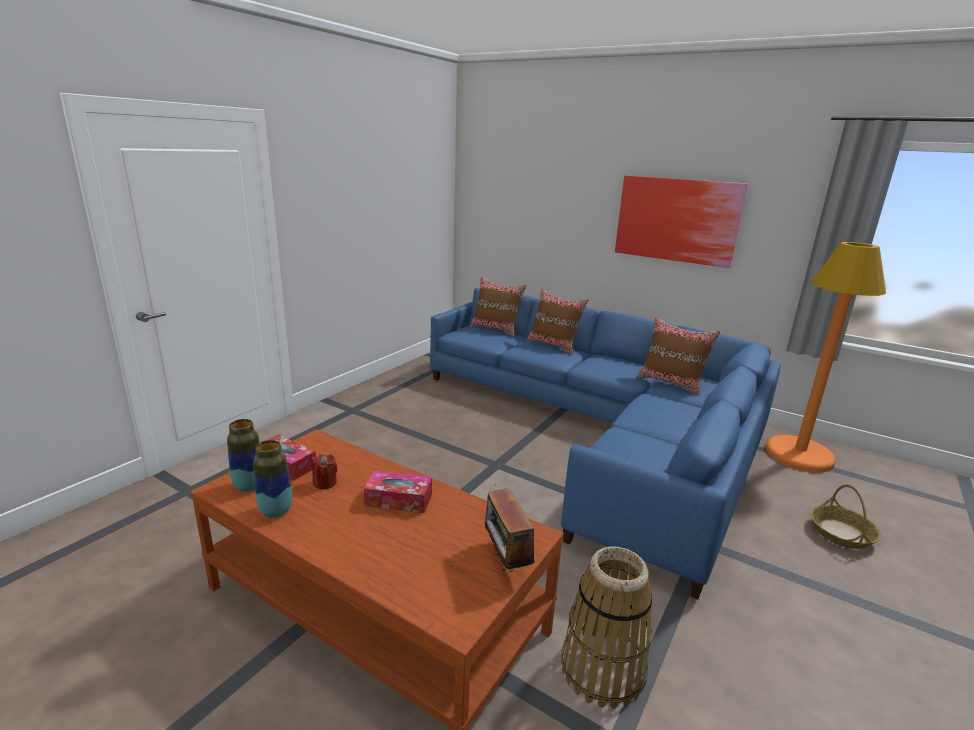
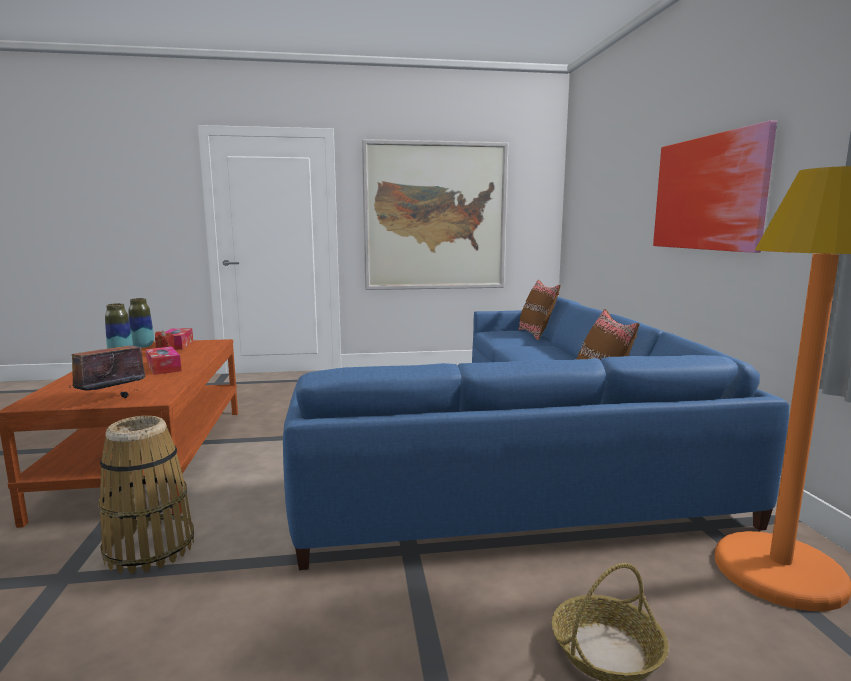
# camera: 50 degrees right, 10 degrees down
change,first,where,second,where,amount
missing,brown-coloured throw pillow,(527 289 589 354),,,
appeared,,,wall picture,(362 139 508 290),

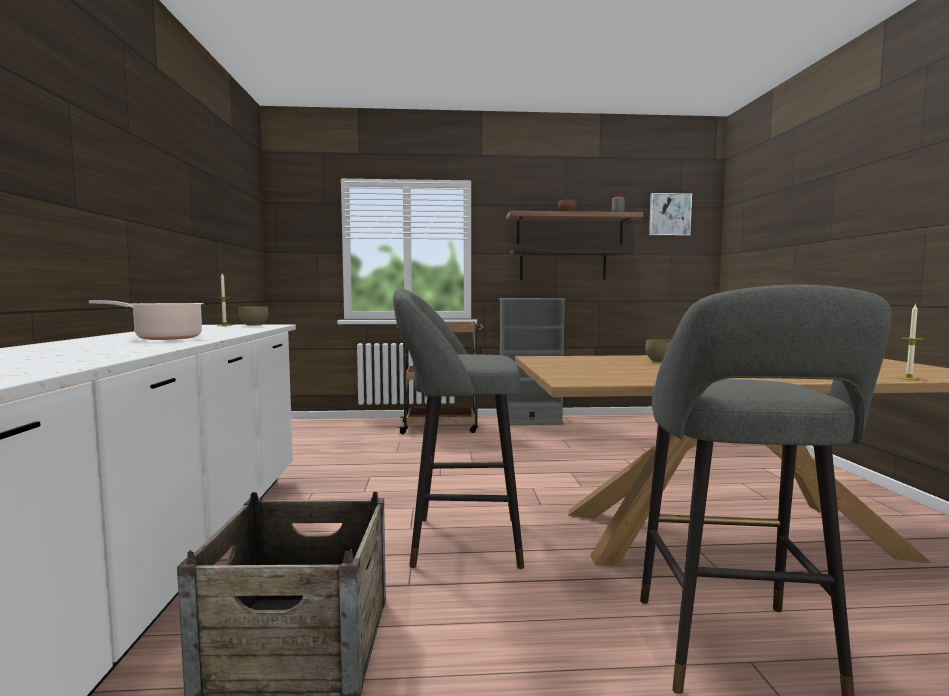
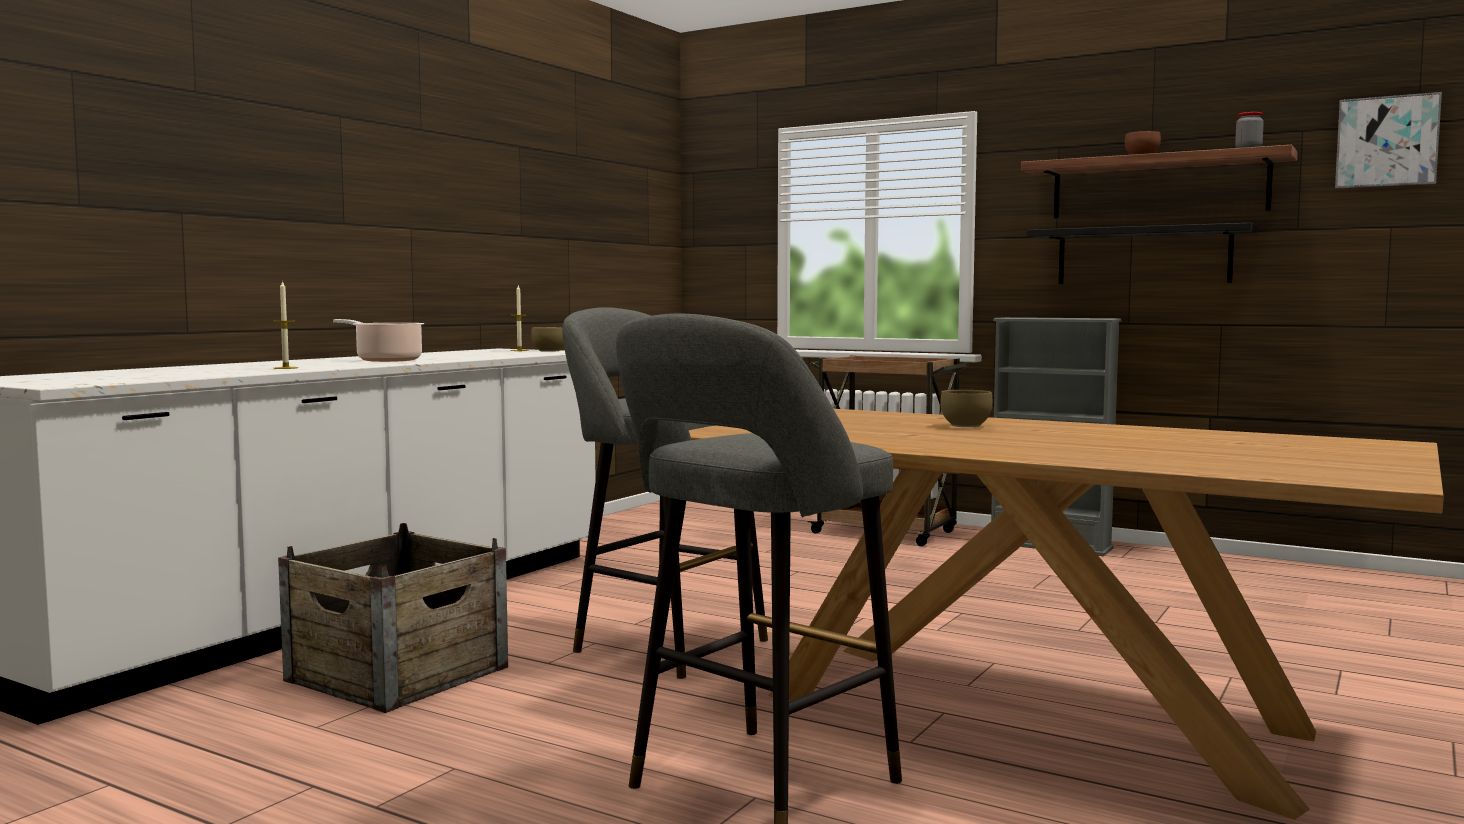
# camera: 35 degrees right, 0 degrees up
change,first,where,second,where,amount
relocated,wax candle,(896 305 923 380),,(273 280 298 369),

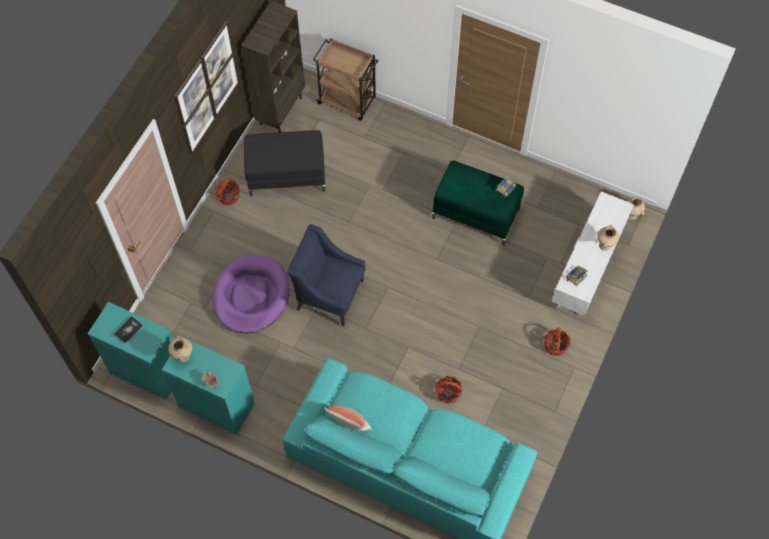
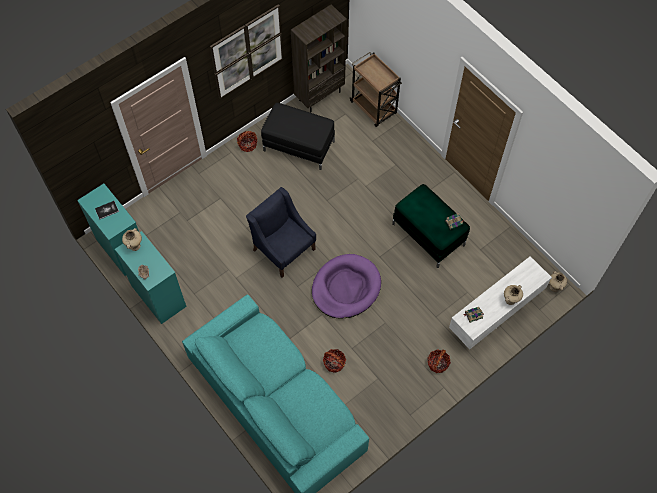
# camera: 25 degrees right, 0 degrees up
change,first,where,second,where,amount
missing,throw pillow,(324 405 371 431),,,
relocated,purple-coloured pet bed,(213 255 290 333),,(312 254 381 319),

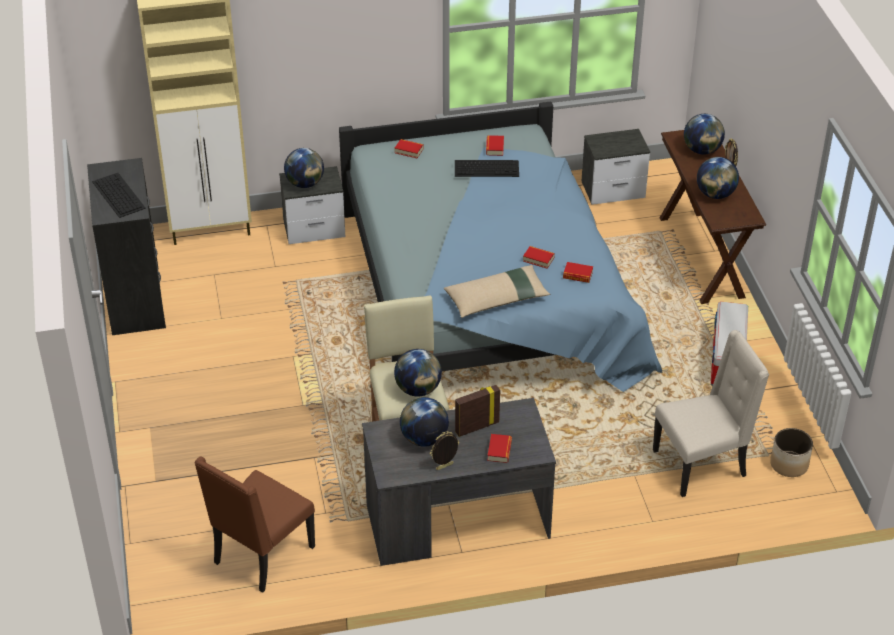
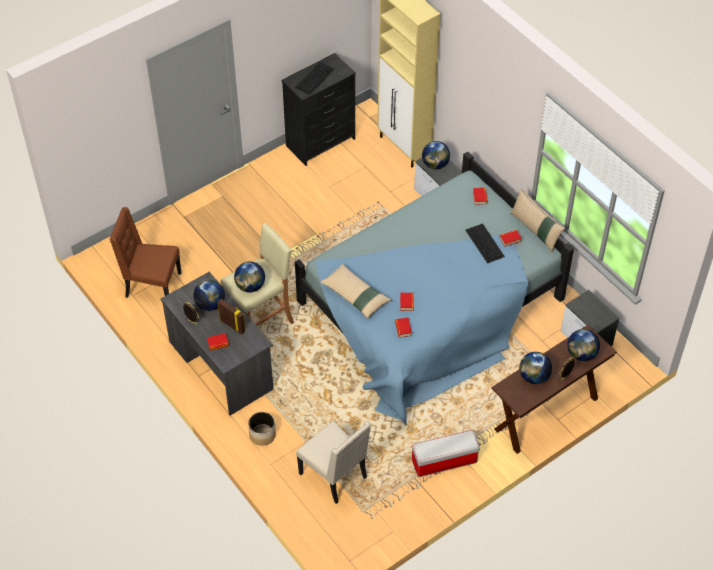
# camera: 65 degrees right, 10 degrees up
change,first,where,second,where,amount
appeared,,,sand-coloured throw pillow,(510 189 565 252),
relocated,plant pot,(770 428 813 477),,(248 412 276 446),

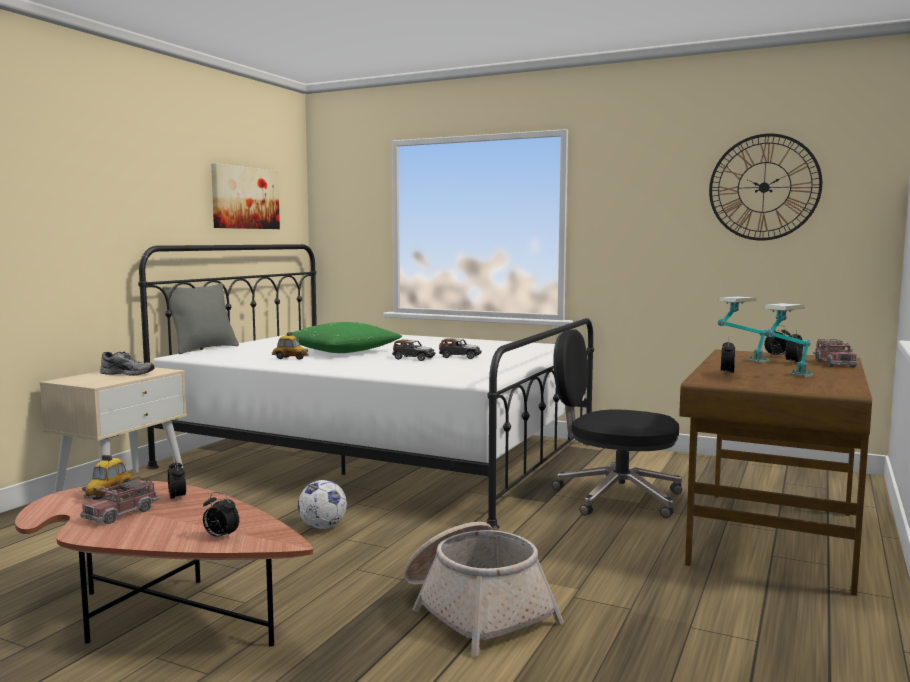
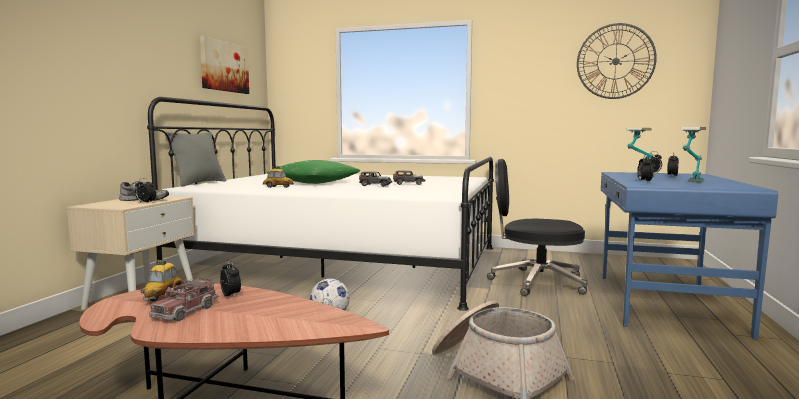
# camera: 10 degrees left, 0 degrees up
change,first,where,second,where,amount
missing,toy truck,(813 339 858 367),,,
relocated,table clock,(203 492 239 539),,(135 178 156 203),
colour,brown-coloured desk,(679 349 872 596),blue-coloured desk,(601 172 778 340),

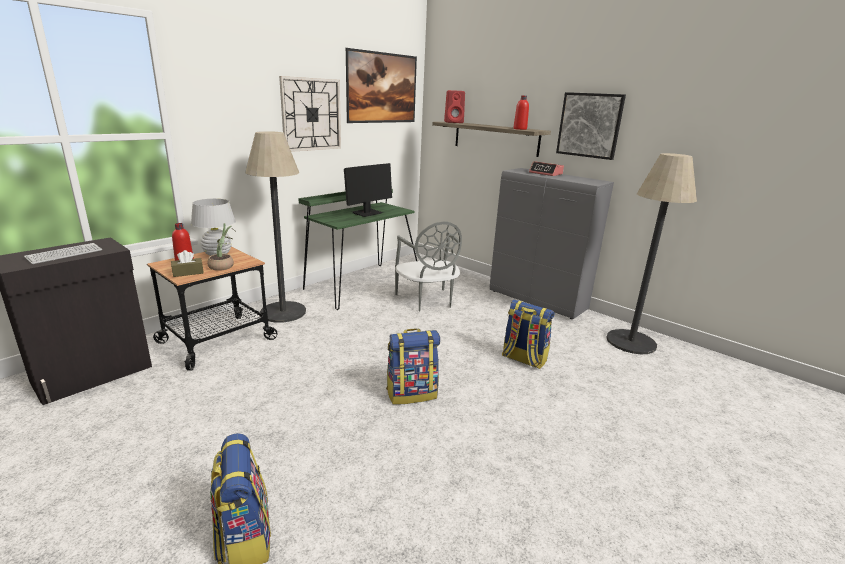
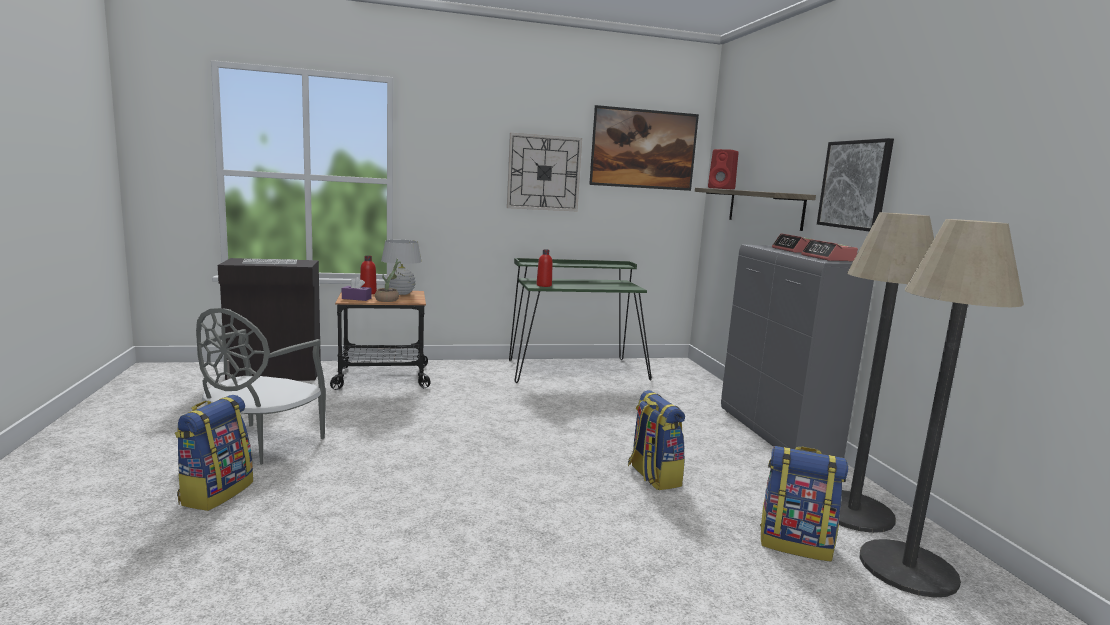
# camera: 35 degrees right, 10 degrees down
change,first,where,second,where,amount
missing,monitor,(344 163 392 217),,,
appeared,,,table clock,(801 239 858 261),
relocated,standing lamp,(245 131 306 323),,(860 219 1024 598),
relocated,knapsack,(386 328 440 405),,(760 446 848 562),
relocated,gray plain chair,(395 221 462 312),,(196 308 326 465),
relocated,reddish beverage bottle,(513 95 529 130),,(537 249 553 287),
colour,brown-coloured tissue holder,(171 250 204 277),purple-coloured tissue holder,(342 277 372 301),

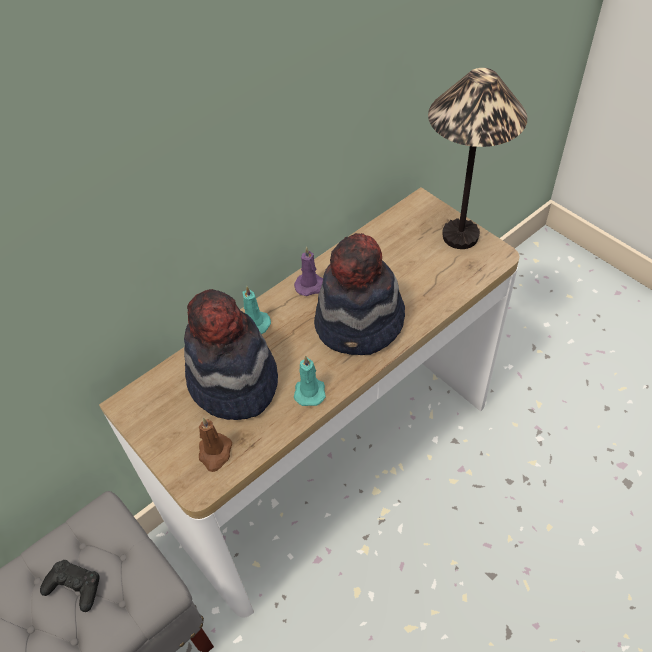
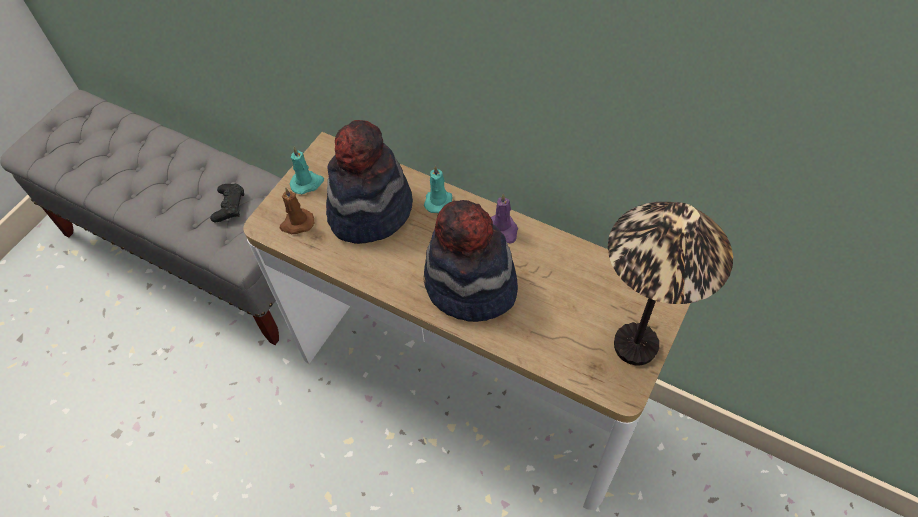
# camera: 70 degrees right, 5 degrees up
change,first,where,second,where,amount
relocated,turquoise-coloured wax candle,(294 356 326 406),,(290 147 324 194),

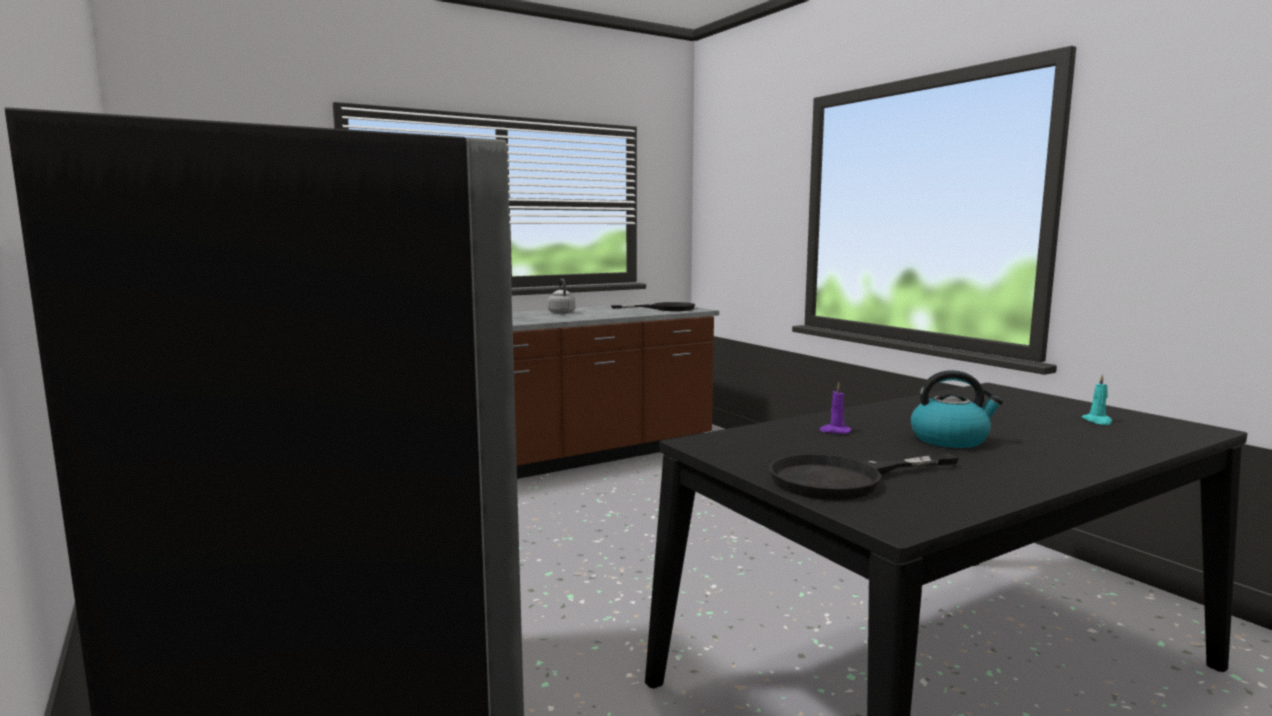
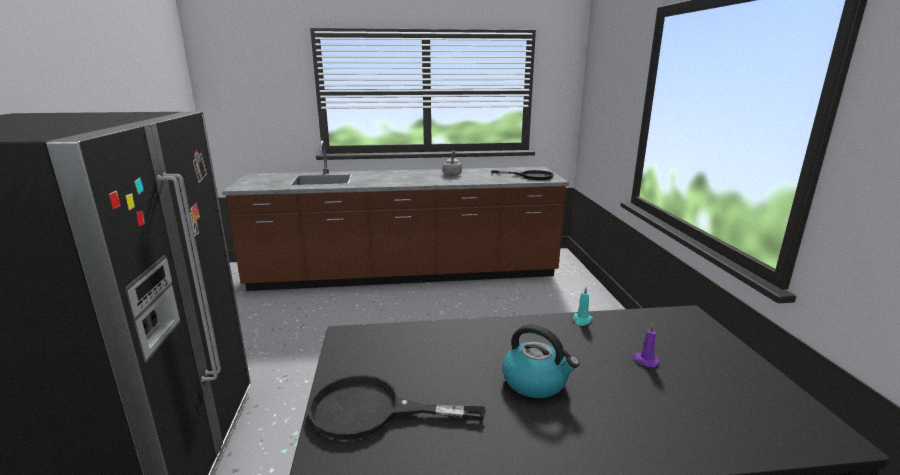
# camera: 25 degrees right, 10 degrees up
change,first,where,second,where,amount
relocated,purple-coloured wax candle,(819 382 851 434),,(632 323 660 367),
relocated,turquoise-coloured wax candle,(1082 374 1112 425),,(573 287 593 326),

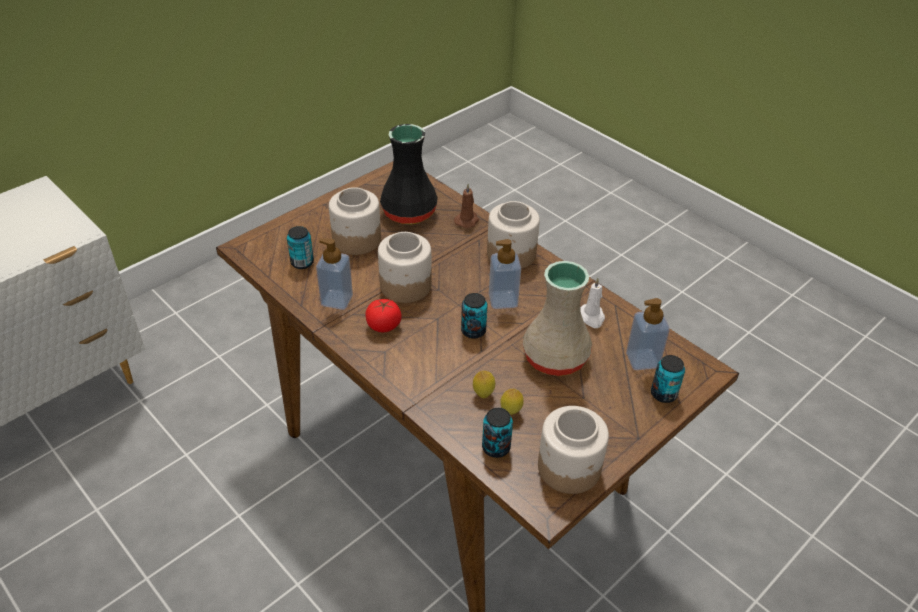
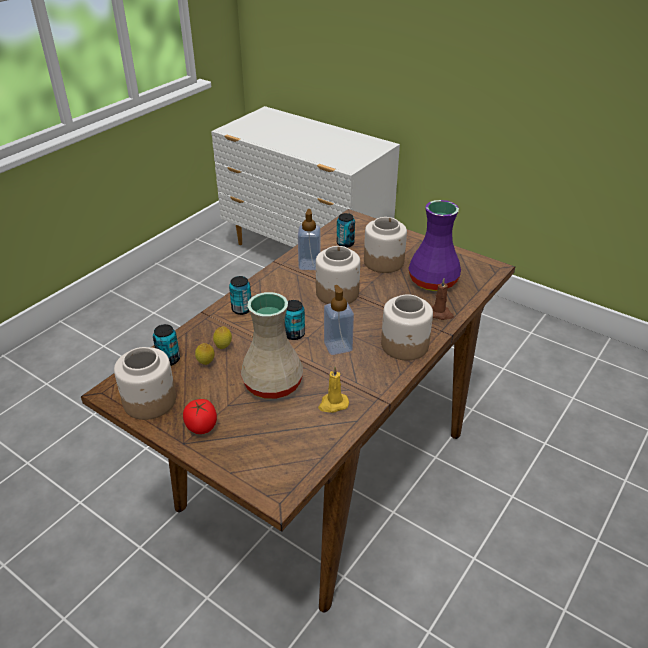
# camera: 80 degrees right, 5 degrees down
change,first,where,second,where,amount
missing,soap dispenser,(626 298 670 370),,,
relocated,whole tomato,(365 299 402 332),,(183 399 217 434),
relocated,sealed can,(651 355 685 403),,(229 276 251 315),
colour,blackish decorative vase,(380 124 438 225),purple-coloured decorative vase,(408 200 461 291),
colour,white-coloured wax candle,(580 278 605 328),yellow-coloured wax candle,(318 366 349 413),

